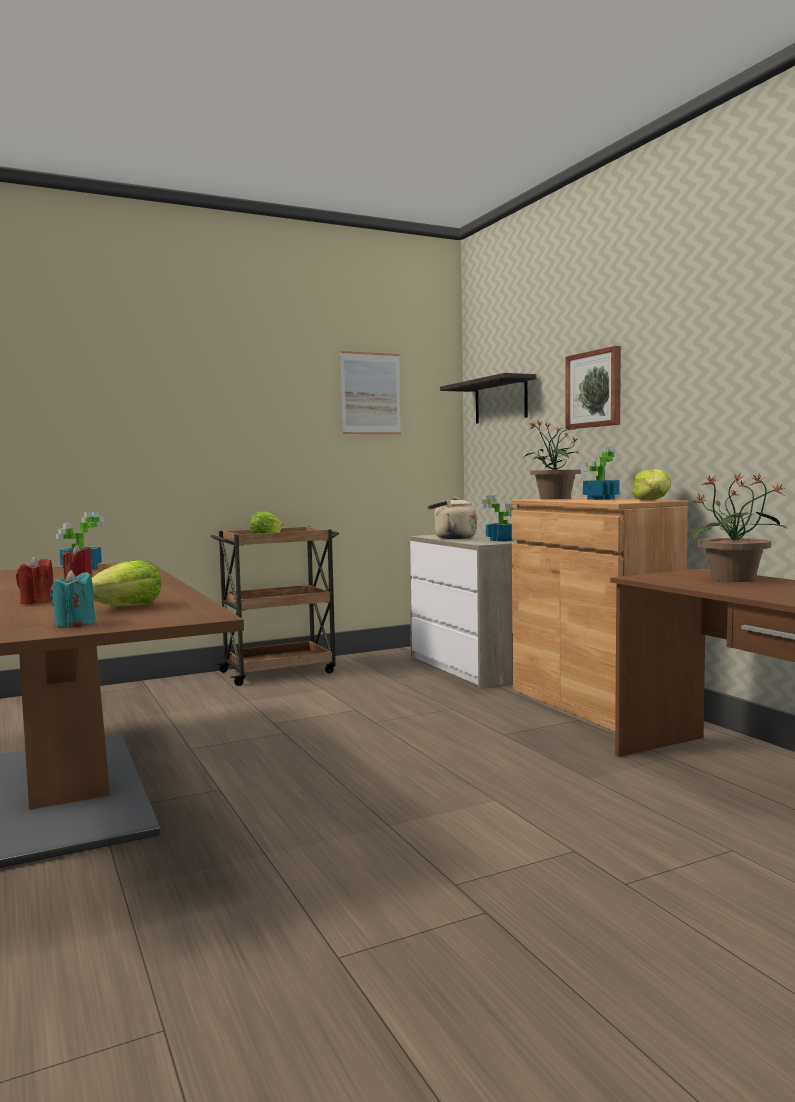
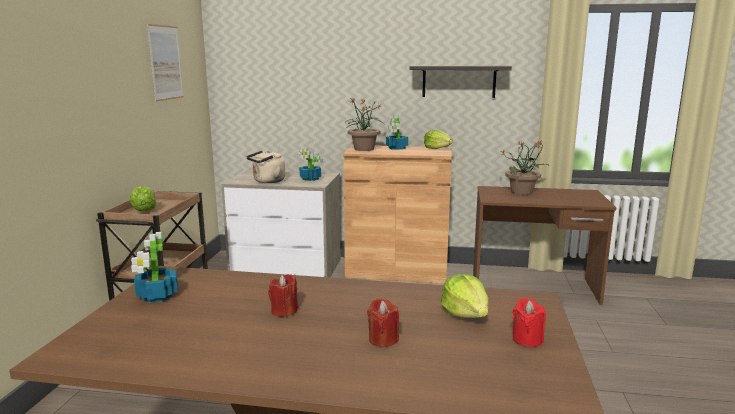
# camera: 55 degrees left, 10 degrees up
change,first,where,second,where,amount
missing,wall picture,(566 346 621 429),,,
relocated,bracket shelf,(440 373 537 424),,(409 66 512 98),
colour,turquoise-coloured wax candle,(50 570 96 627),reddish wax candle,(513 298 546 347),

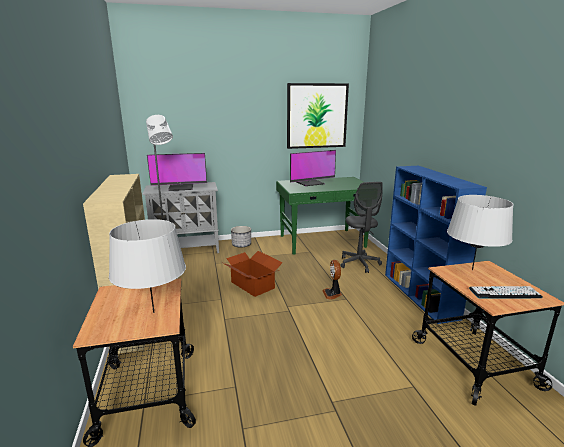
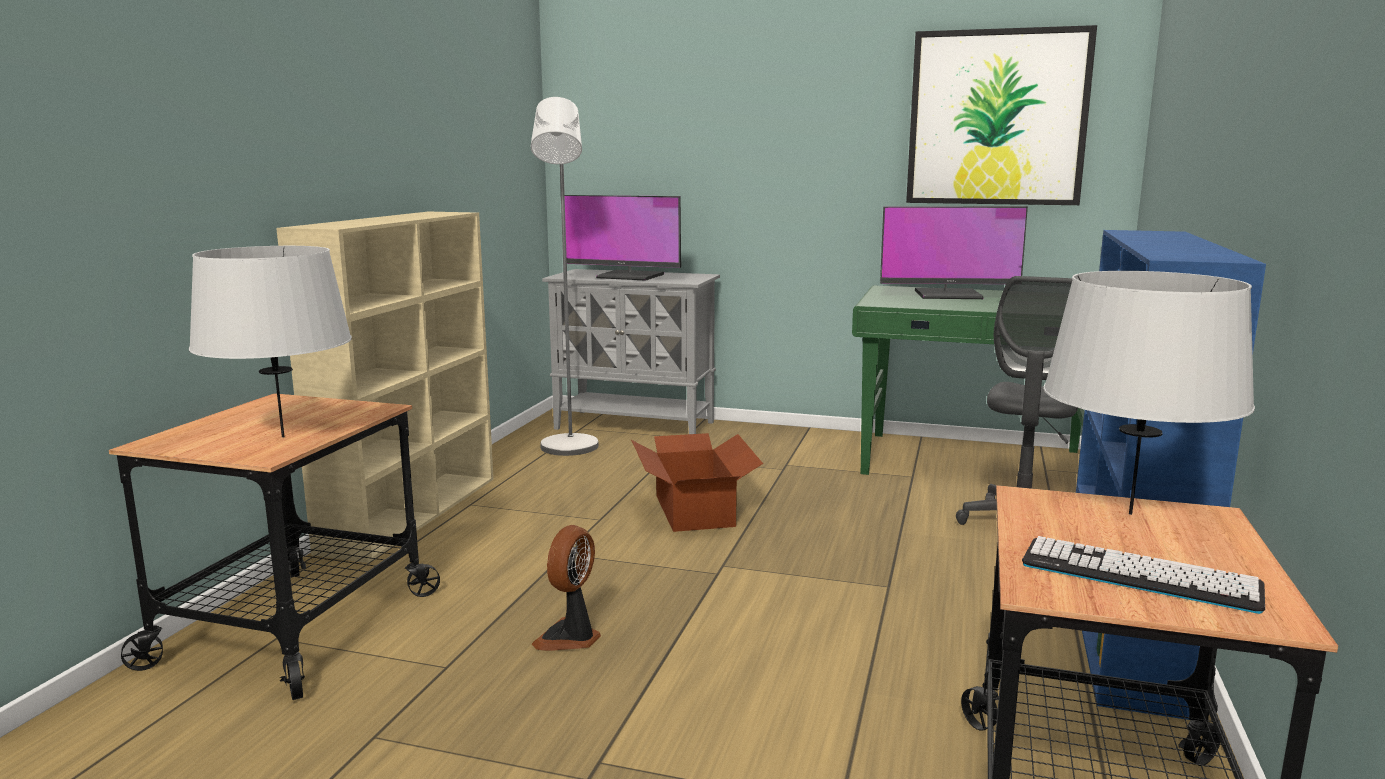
# camera: 30 degrees right, 5 degrees down
change,first,where,second,where,amount
missing,plant pot,(231 226 251 247),,,
relocated,fan,(322 260 342 300),,(531 525 601 651),

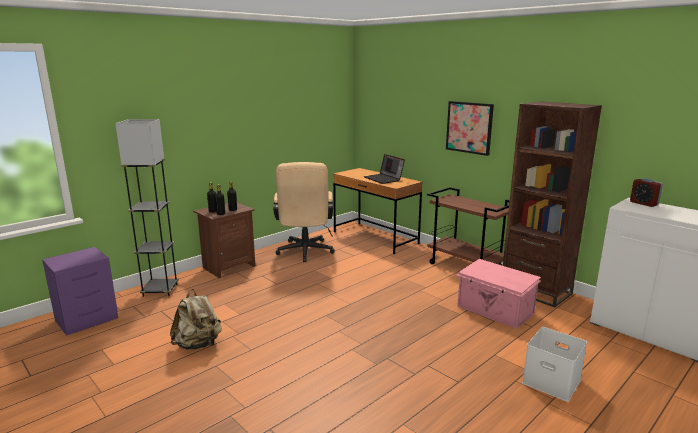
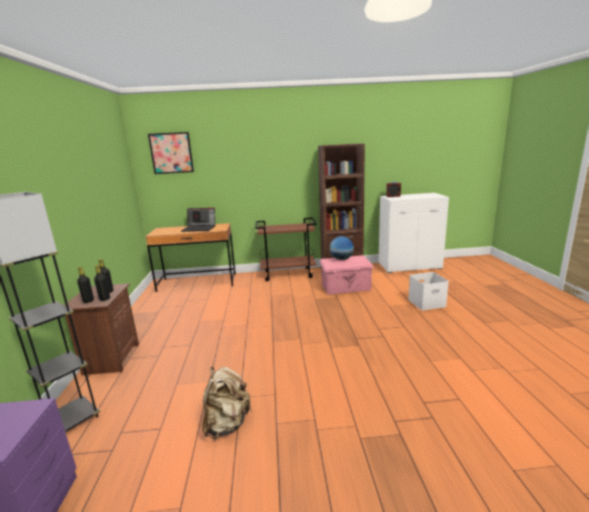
# camera: 50 degrees left, 0 degrees up
change,first,where,second,where,amount
missing,sand-coloured desk chair,(273 162 335 262),,,
appeared,,,world globe,(330 236 354 260),
relocated,wall picture,(446 101 494 156),,(148 132 194 174),

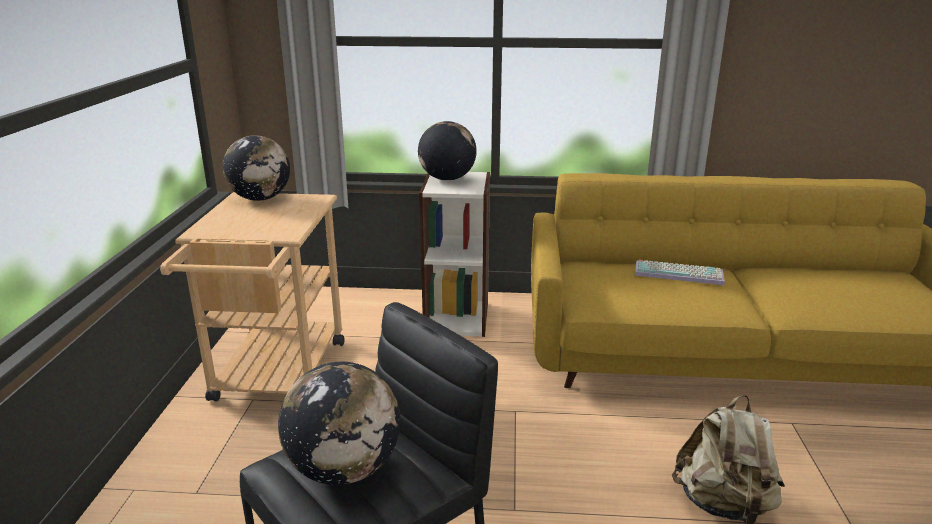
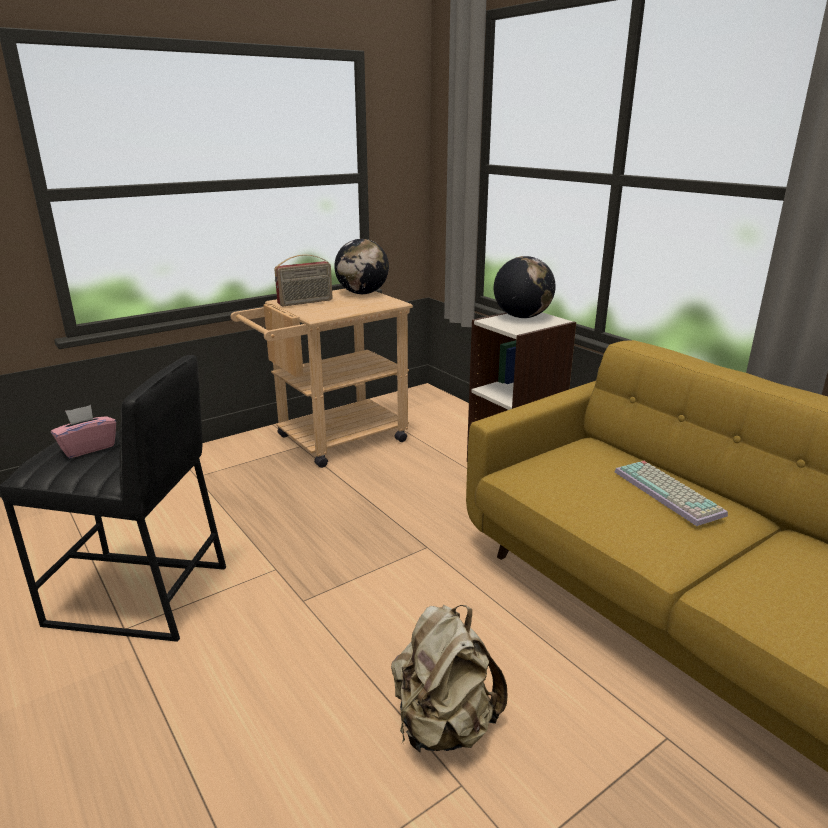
# camera: 50 degrees right, 0 degrees up
change,first,where,second,where,amount
appeared,,,radio receiver,(275 254 332 306),
exchanged,world globe,(278 362 400 485),pink-coloured tissue holder,(51 405 116 458),

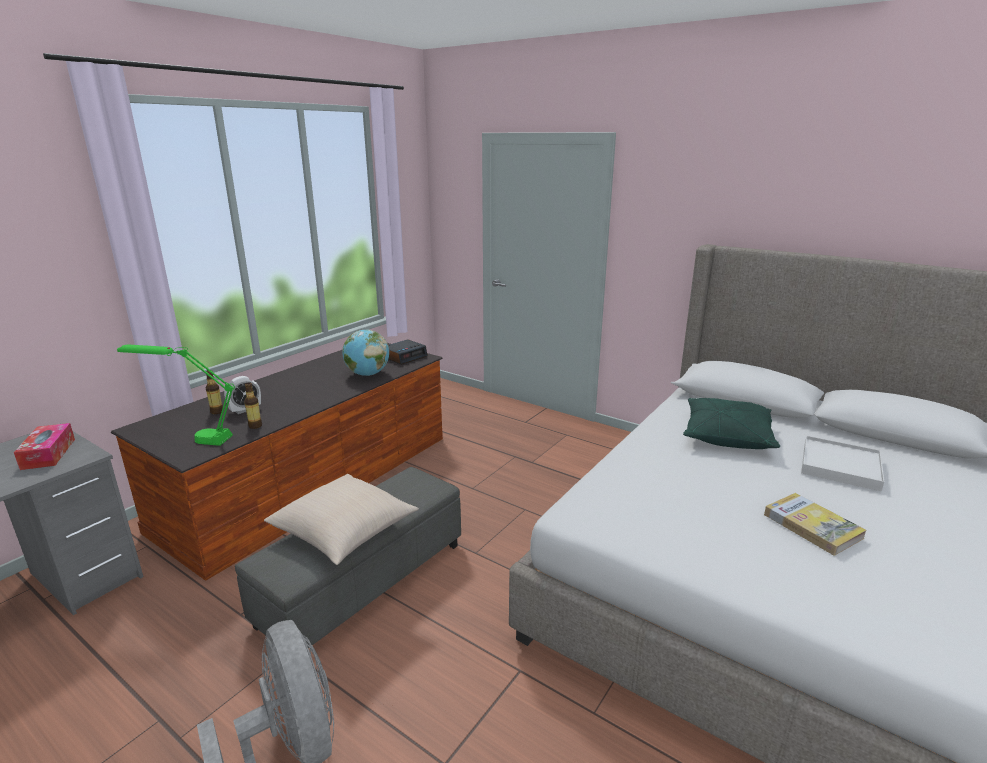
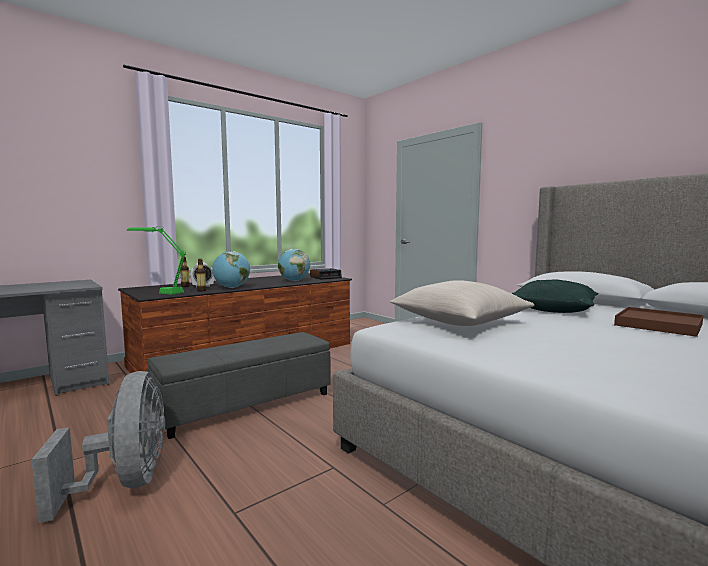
# camera: 15 degrees right, 15 degrees down
change,first,where,second,where,amount
missing,tissue holder,(14 423 75 470),,,
missing,bound book,(764 493 867 556),,,
appeared,,,world globe,(212 251 250 288),
relocated,sand-coloured throw pillow,(264 474 419 565),,(390 280 535 326),
colour,white-coloured serving tray,(801 436 884 491),brown-coloured serving tray,(614 307 704 337),

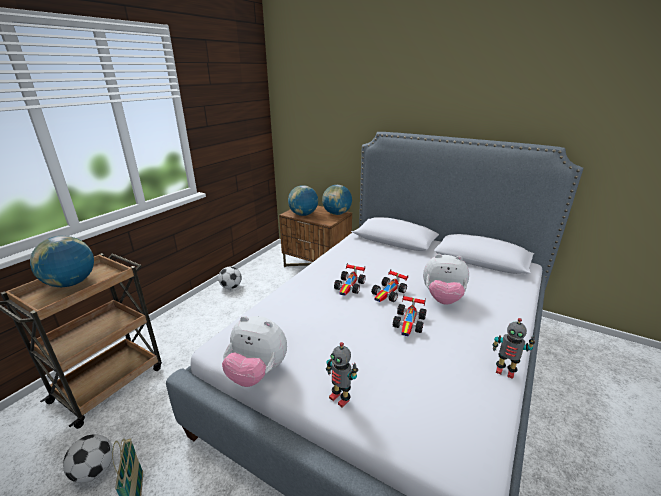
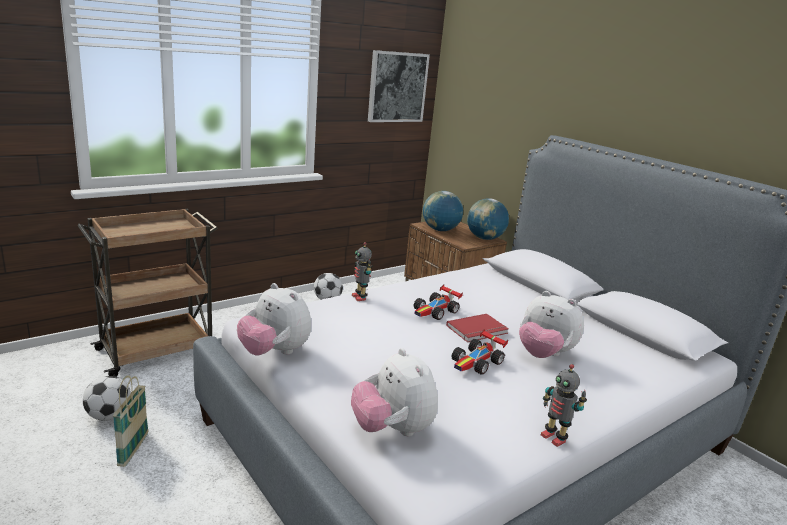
# camera: 20 degrees right, 5 degrees down
change,first,where,second,where,amount
missing,world globe,(30 236 94 287),,,
appeared,,,soft toy,(351 348 438 436),
appeared,,,wall picture,(368 50 430 122),
relocated,robot figure,(326 342 358 408),,(352 242 372 301),
exchanged,miniature car,(371 270 408 302),reddish bound book,(446 314 508 342),

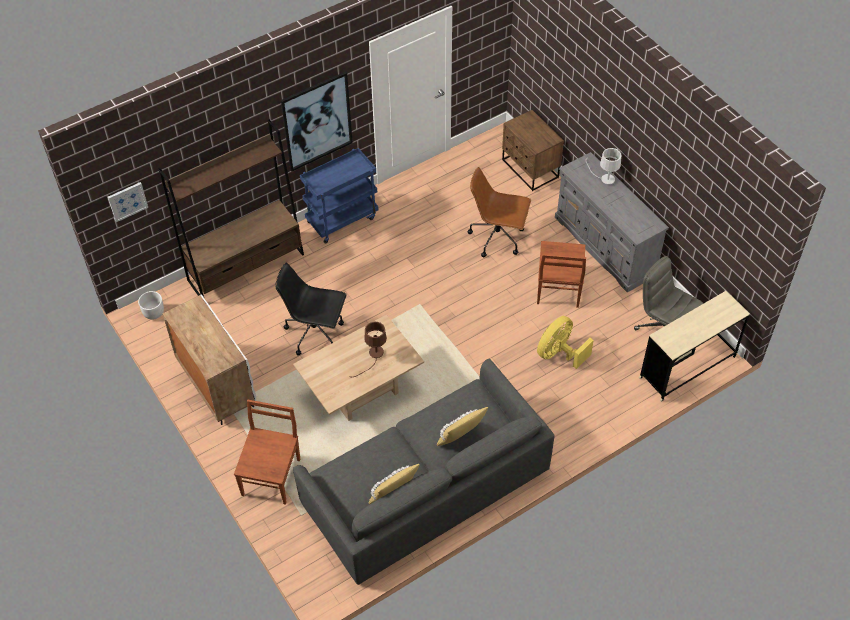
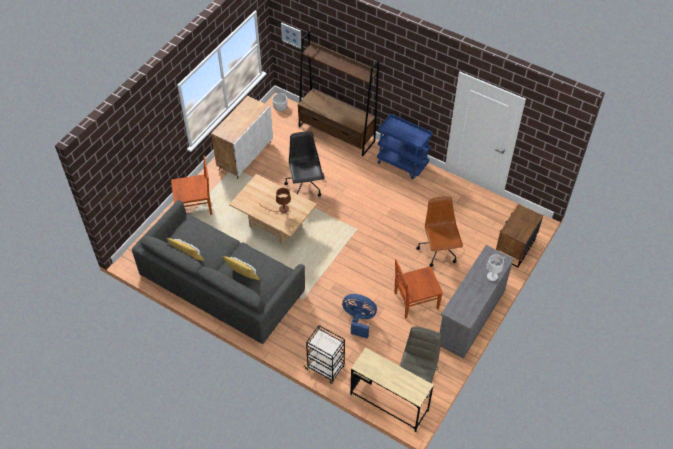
# camera: 65 degrees right, 0 degrees up
change,first,where,second,where,amount
missing,wall picture,(281 71 353 172),,,
appeared,,,blackish wheeled cart,(304 325 346 384),
colour,yellow-coloured fan,(537 316 594 369),blue-coloured fan,(342 294 377 339),

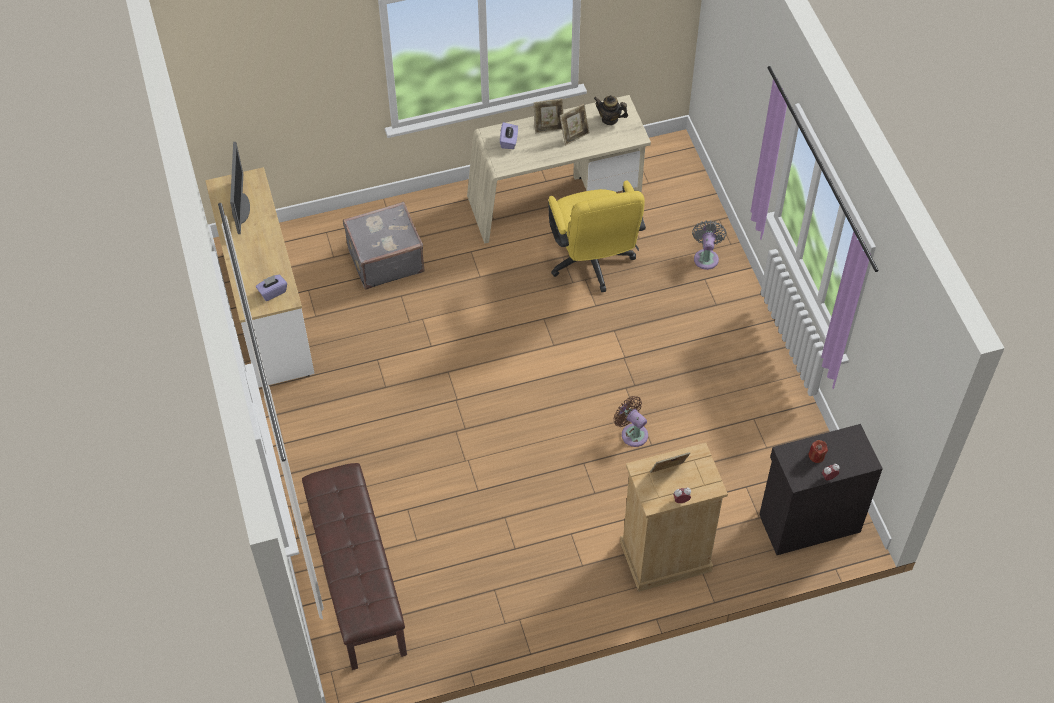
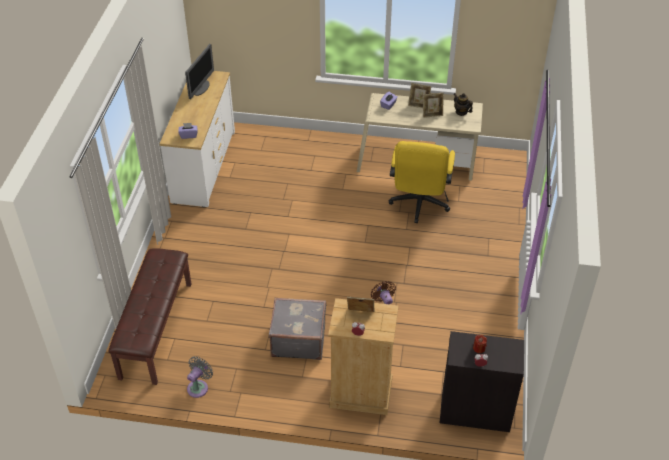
# camera: 25 degrees right, 10 degrees down
change,first,where,second,where,amount
relocated,gray piece of luggage,(343 202 424 289),,(269 298 326 360),
relocated,gray fan,(692 220 727 270),,(187 356 213 398),

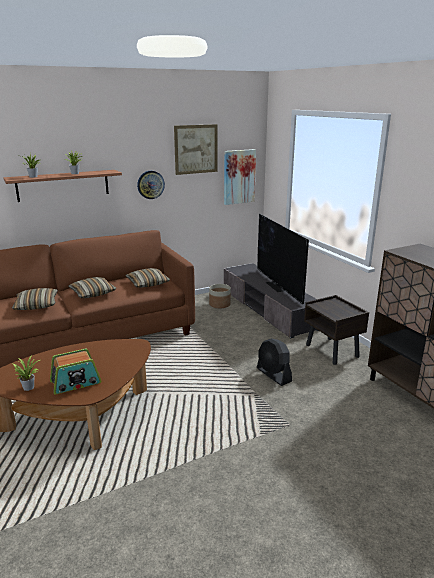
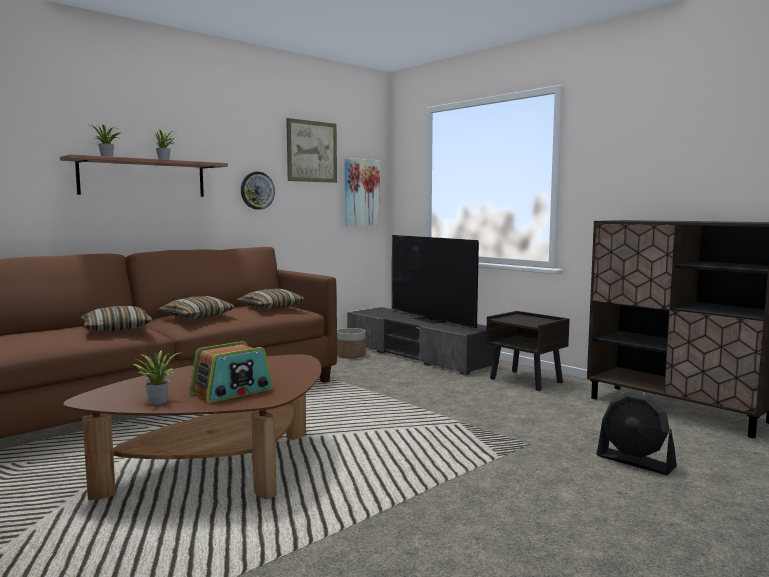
# camera: 15 degrees left, 15 degrees down
change,first,where,second,where,amount
relocated,blackish fan,(257 338 292 386),,(597 392 677 475),

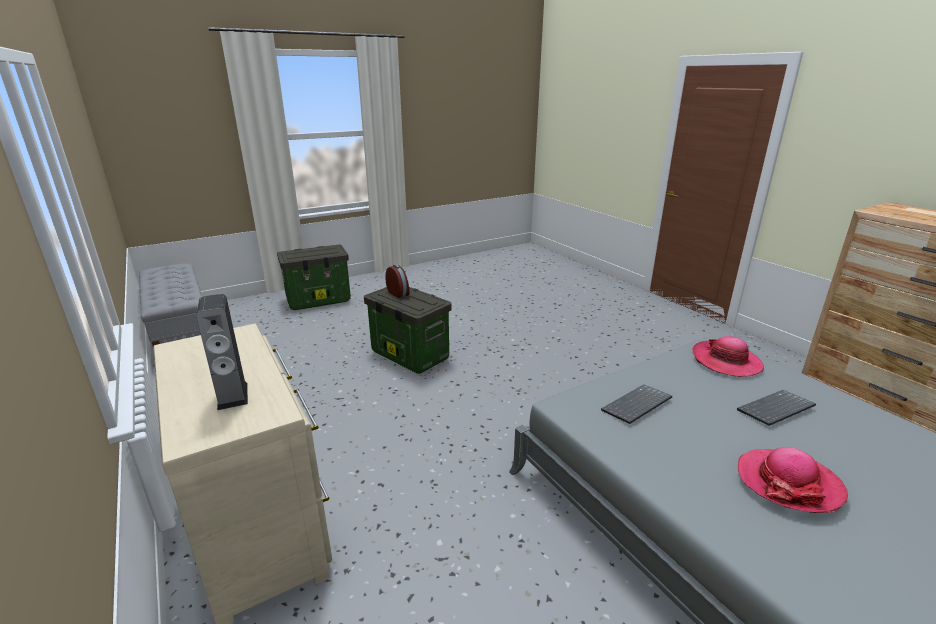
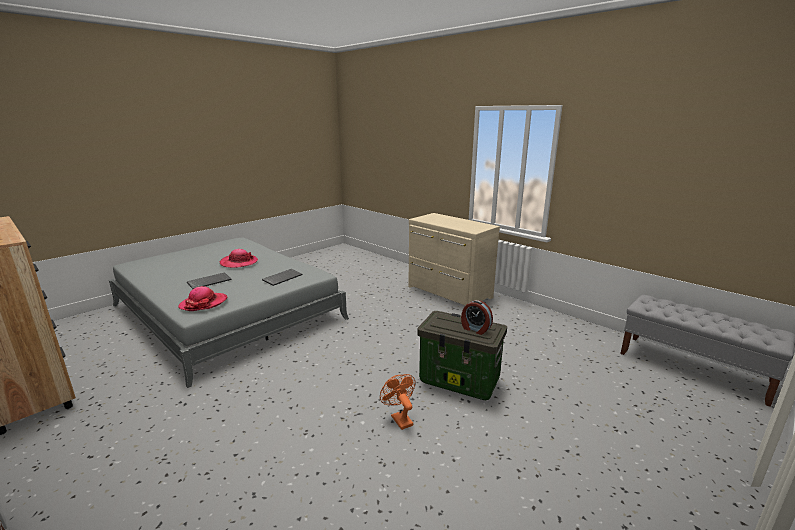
# camera: 165 degrees right, 5 degrees down
change,first,where,second,where,amount
missing,loudspeaker,(196 294 248 410),,,
missing,storage box,(277 245 351 310),,,
appeared,,,orangey fan,(380 374 416 430),

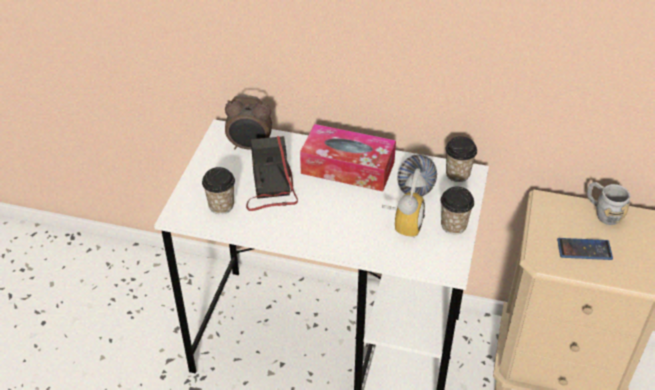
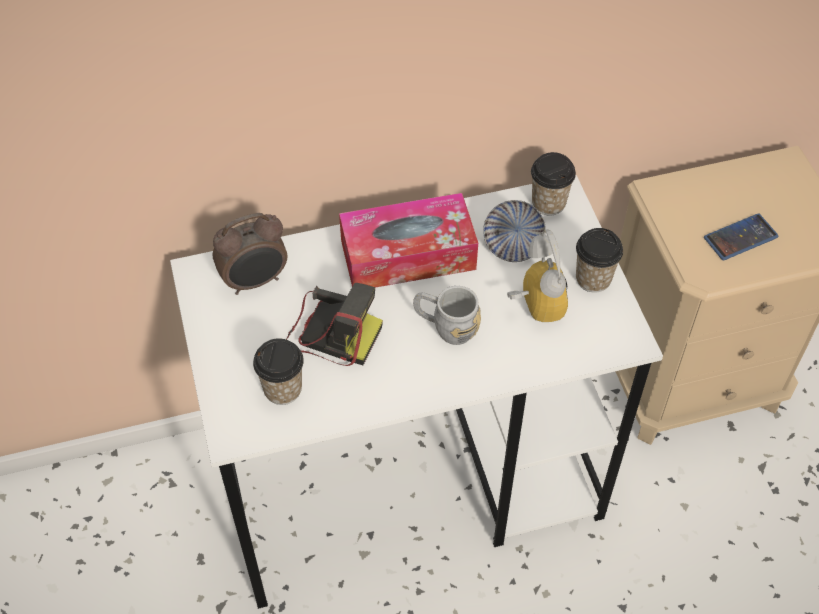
# camera: 30 degrees left, 10 degrees up
change,first,where,second,where,amount
relocated,gray mug,(587 182 630 225),,(413 286 481 345),
spun,still camera,(246 136 298 211),,(286 283 383 366),150 degrees clockwise

